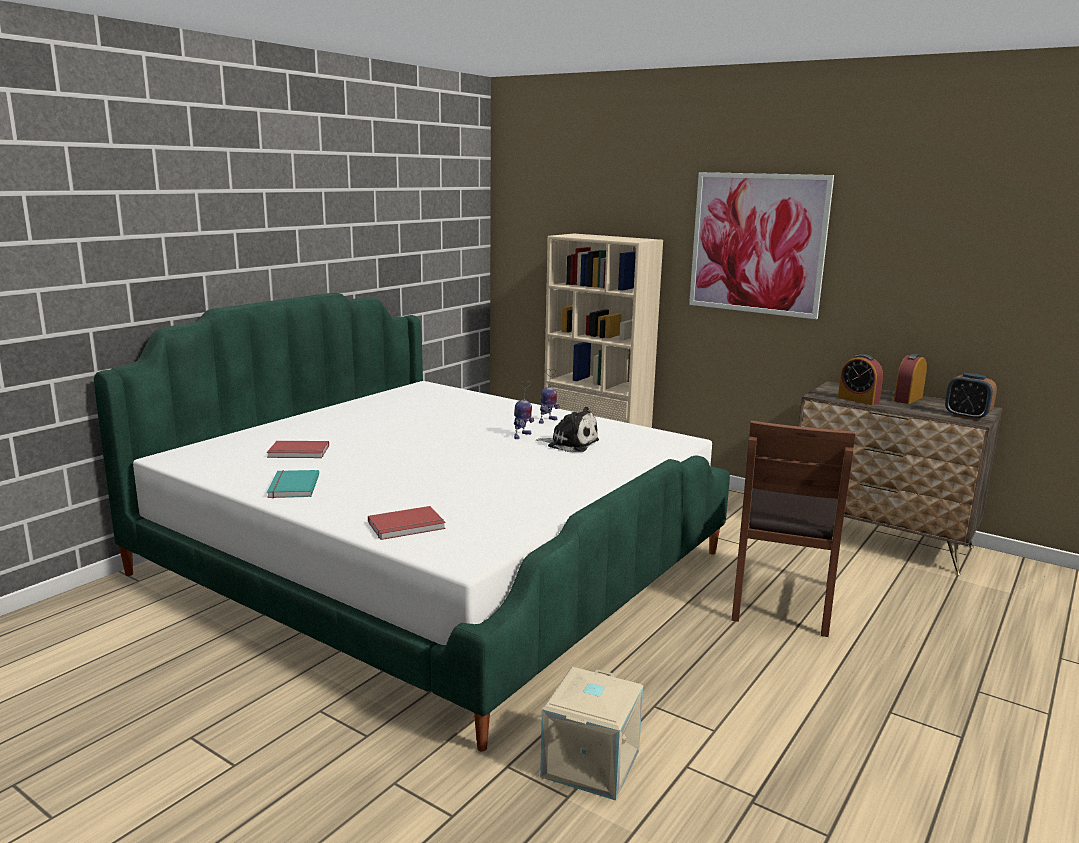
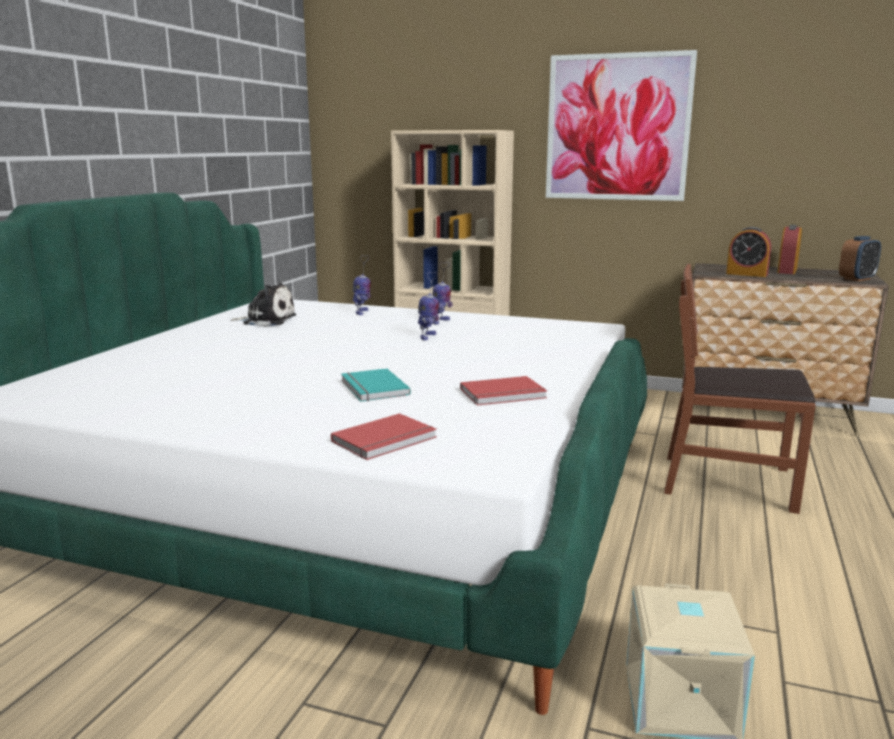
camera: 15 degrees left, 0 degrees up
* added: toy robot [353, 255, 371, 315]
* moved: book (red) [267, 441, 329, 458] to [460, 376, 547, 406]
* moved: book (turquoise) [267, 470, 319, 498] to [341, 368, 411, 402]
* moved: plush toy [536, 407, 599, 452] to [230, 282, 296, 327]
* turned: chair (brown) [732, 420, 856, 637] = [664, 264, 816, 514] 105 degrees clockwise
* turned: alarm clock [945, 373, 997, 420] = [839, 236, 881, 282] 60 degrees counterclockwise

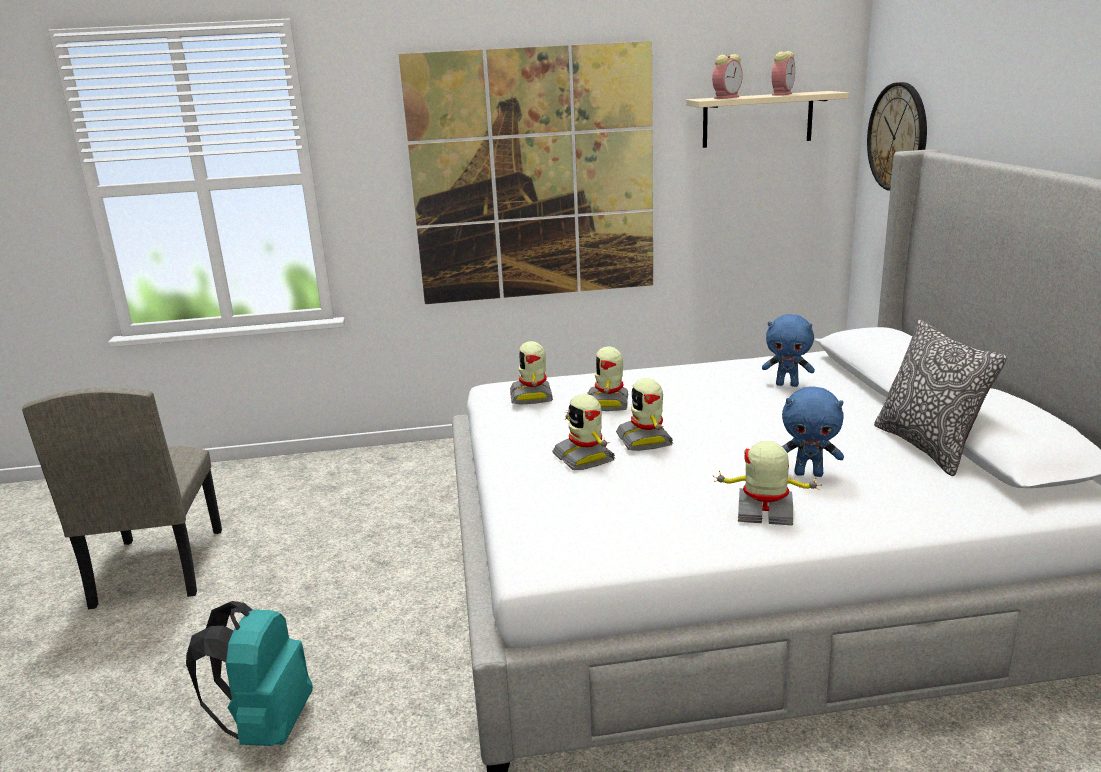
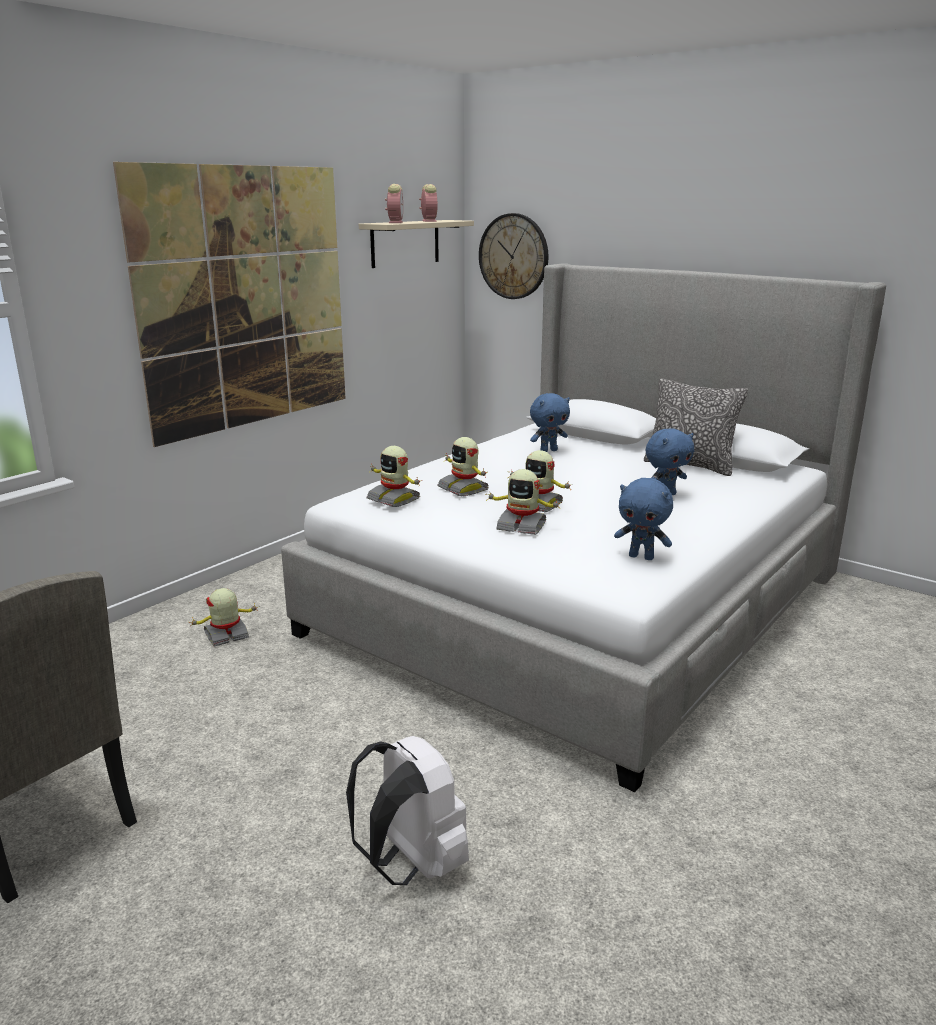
camera: 45 degrees left, 0 degrees up
* added: plush toy (blue) [614, 478, 673, 560]
* moved: toy robot [713, 441, 822, 526] to [189, 588, 258, 647]
* recoloured: backpack (turquoise) [186, 601, 313, 746] to backpack (white) [346, 736, 469, 885]

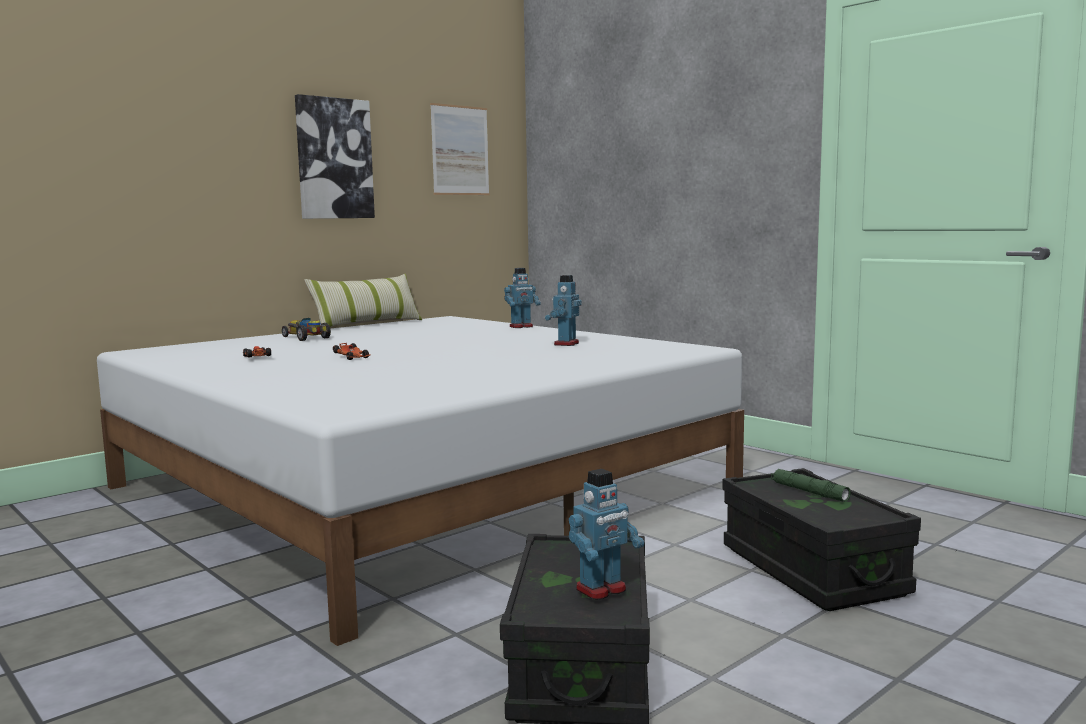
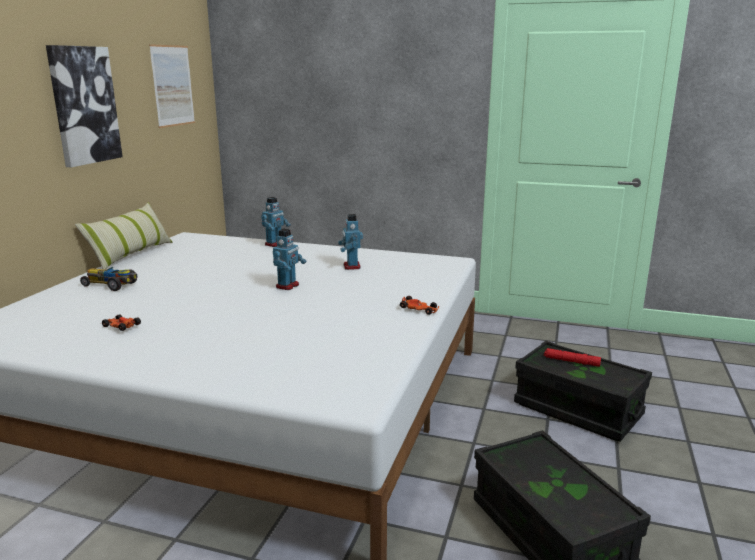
camera: 30 degrees left, 10 degrees up
* moved: toy car [333, 343, 371, 360] to [400, 296, 439, 315]
* moved: toy robot [569, 469, 644, 600] to [273, 229, 306, 290]
* recoloured: flashlight (green) [771, 469, 851, 502] to flashlight (red) [544, 348, 601, 367]

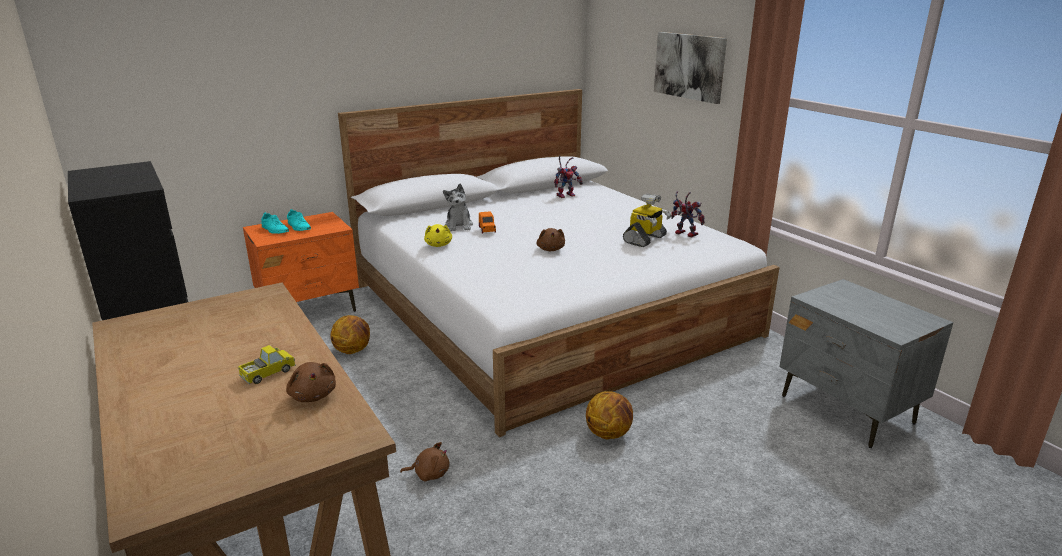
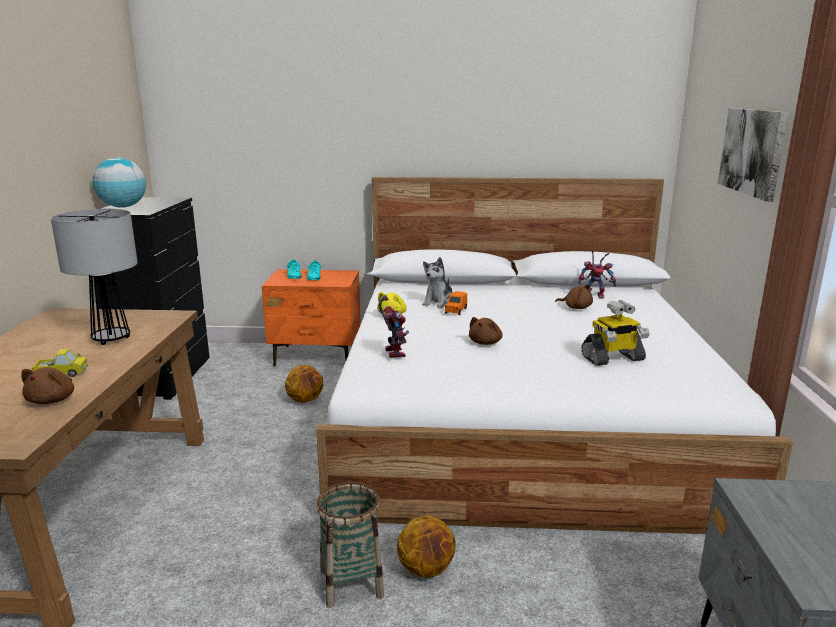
camera: 35 degrees right, 5 degrees down
* added: table lamp [51, 209, 138, 345]
* added: globe [92, 158, 146, 208]
* added: basket [316, 482, 384, 608]
* moved: plush toy (brown) [400, 442, 449, 481] to [555, 284, 593, 309]
* moved: toy robot [671, 191, 705, 238] to [379, 295, 409, 358]

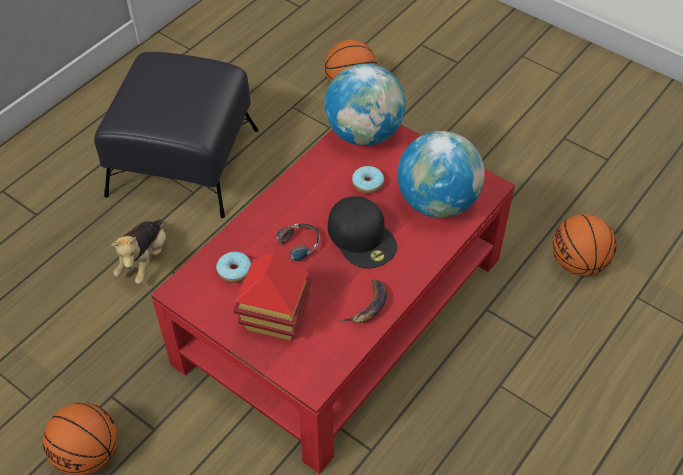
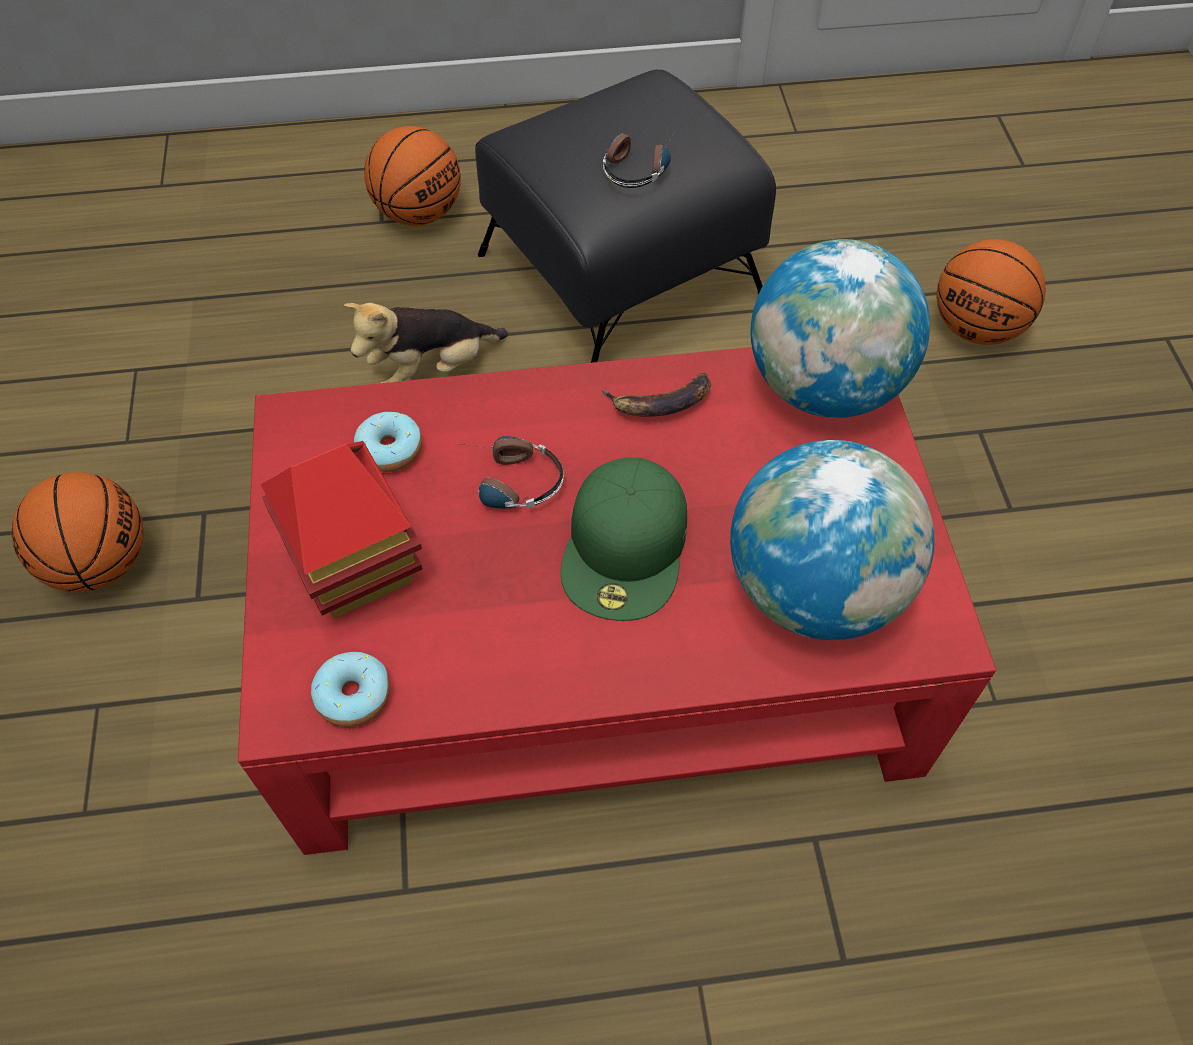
camera: 45 degrees right, 5 degrees up
* added: headphones [603, 133, 672, 188]
* moved: banana [341, 279, 387, 323] to [602, 373, 711, 417]
* moved: donut [352, 166, 384, 194] to [311, 652, 390, 727]
* moved: basketball [553, 214, 617, 276] to [364, 126, 461, 226]
* recoloured: cap (black) [328, 196, 397, 268] to cap (green) [561, 458, 687, 621]

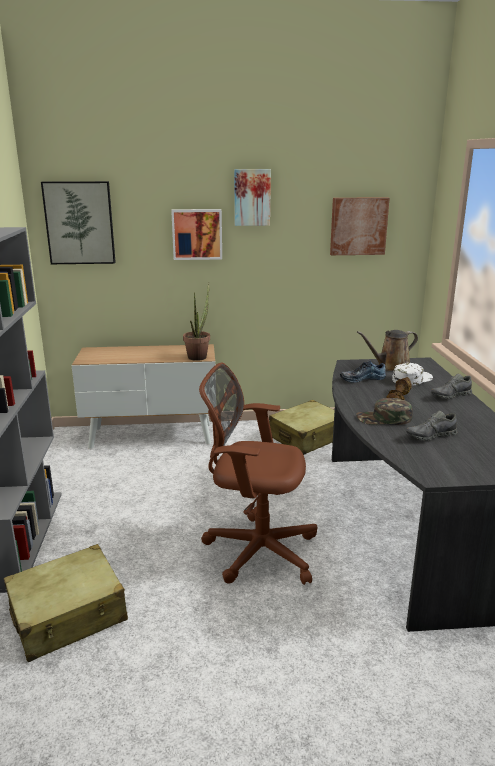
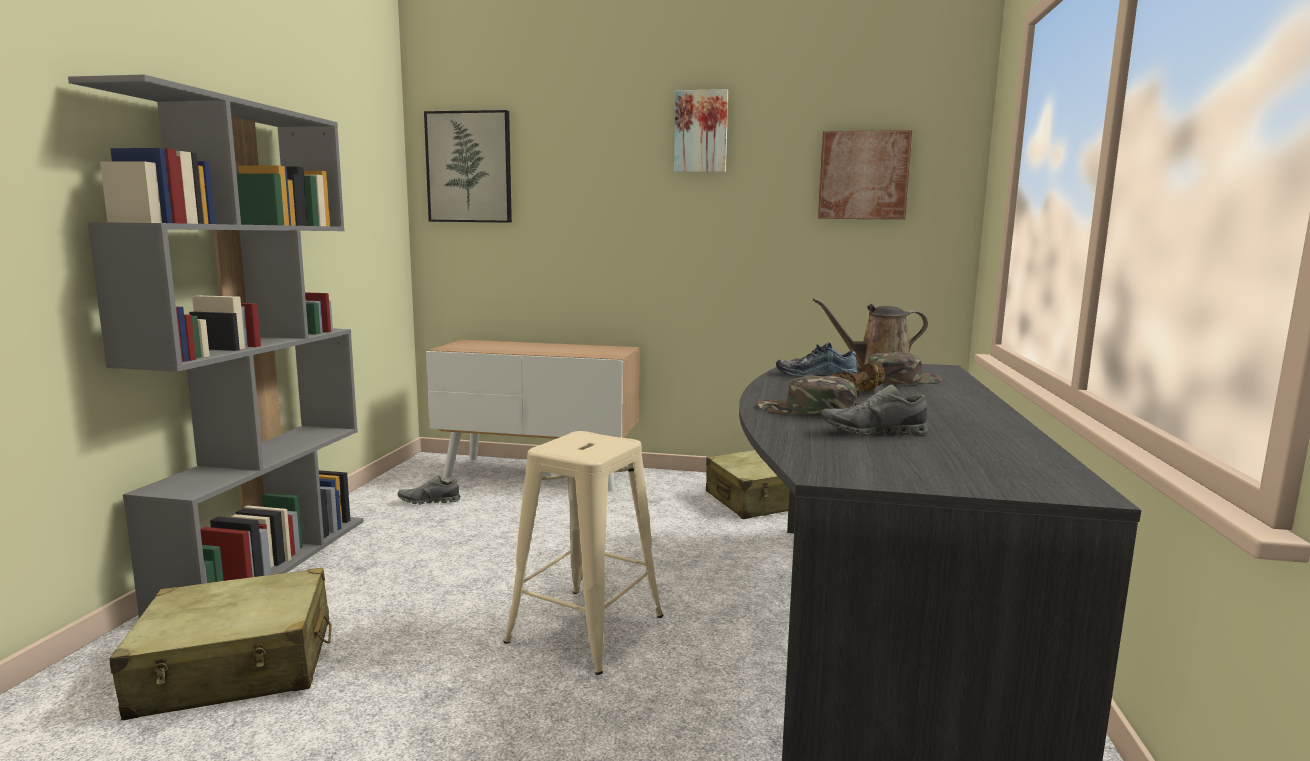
camera: 15 degrees right, 10 degrees down
* removed: picture [171, 209, 222, 260]
* removed: potted plant [183, 283, 210, 361]
* moved: shoe (grey) [431, 374, 472, 399] to [398, 475, 461, 504]
* replaced: office chair (brown) [199, 363, 317, 585] to stool (beige) [503, 431, 663, 675]
* recoloured: cap (white) [392, 363, 433, 385] to cap (green) [867, 352, 942, 385]

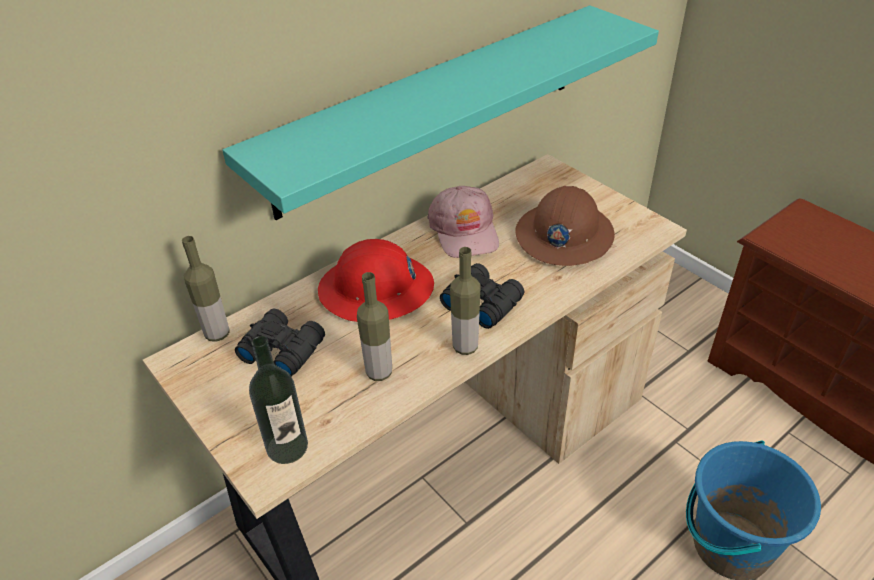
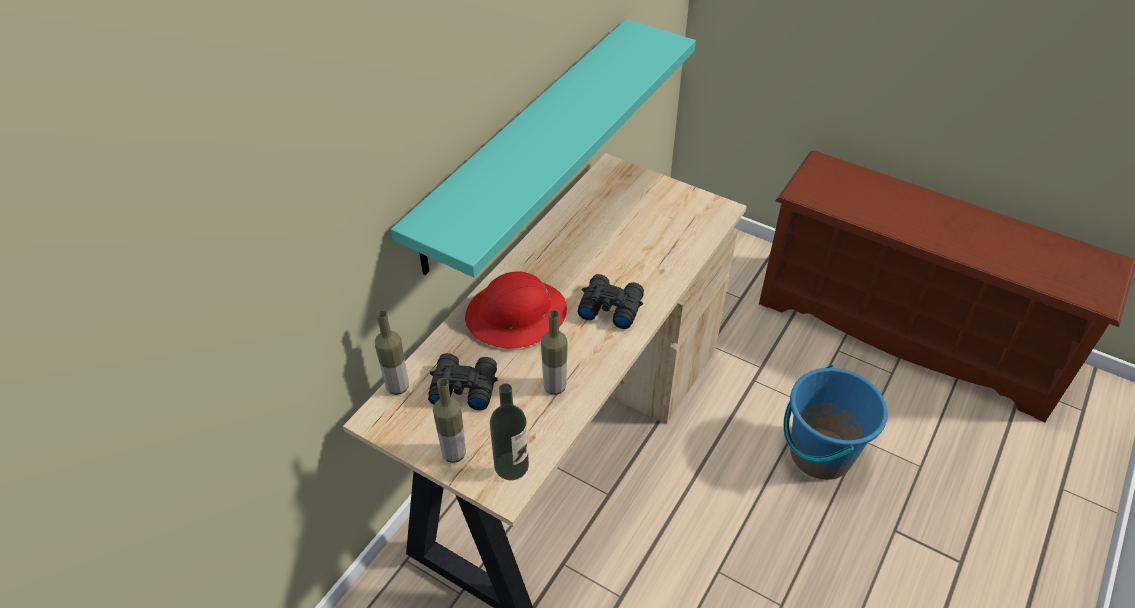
camera: 20 degrees left, 5 degrees up
* removed: cap (pink) [427, 186, 499, 258]
* removed: hard hat (brown) [516, 186, 615, 266]
* moved: bottle [450, 247, 481, 355] to [433, 378, 466, 463]

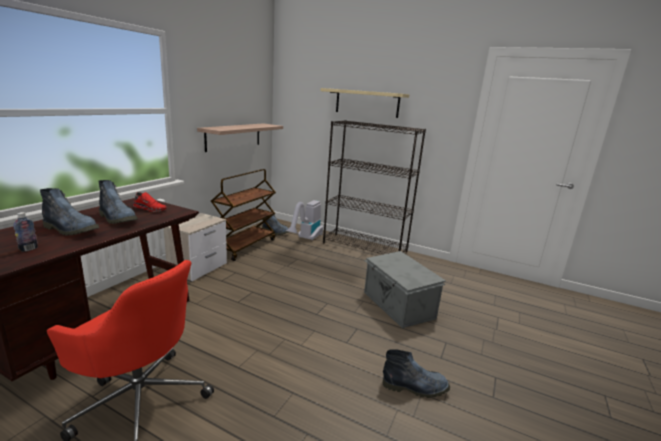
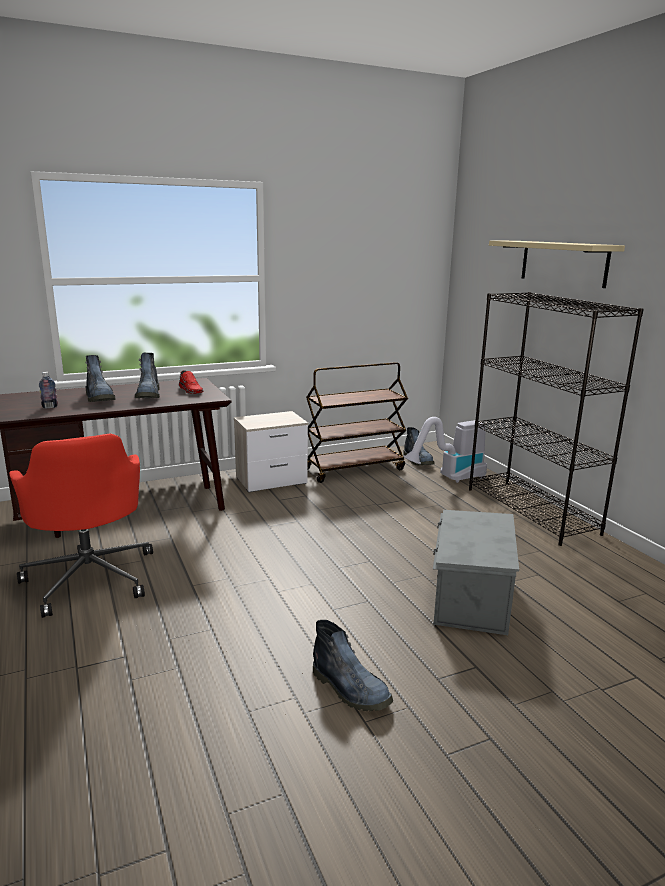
camera: 40 degrees right, 0 degrees up
* removed: shelf [197, 123, 283, 152]

